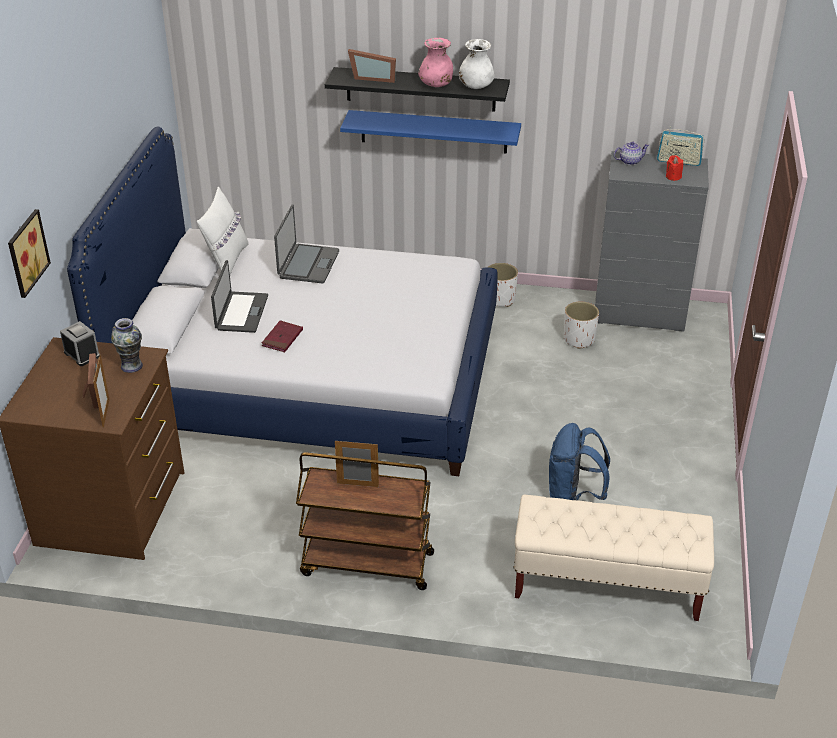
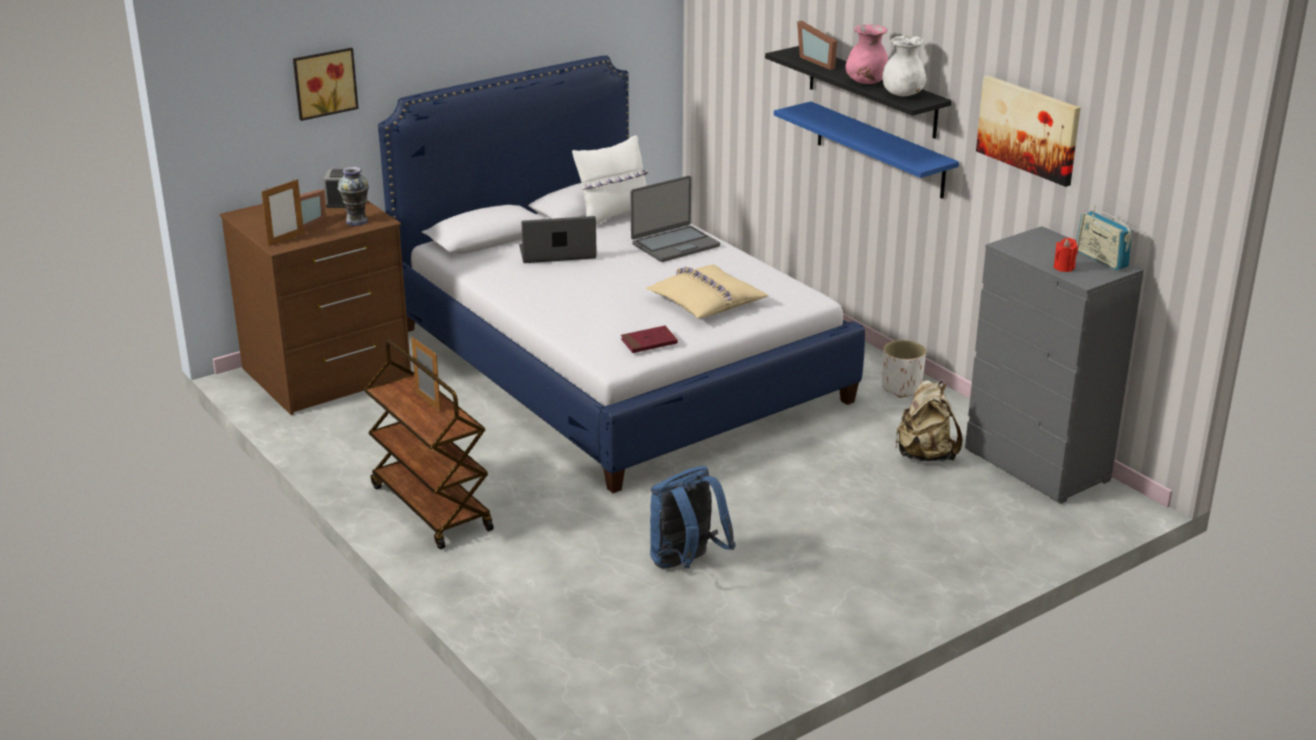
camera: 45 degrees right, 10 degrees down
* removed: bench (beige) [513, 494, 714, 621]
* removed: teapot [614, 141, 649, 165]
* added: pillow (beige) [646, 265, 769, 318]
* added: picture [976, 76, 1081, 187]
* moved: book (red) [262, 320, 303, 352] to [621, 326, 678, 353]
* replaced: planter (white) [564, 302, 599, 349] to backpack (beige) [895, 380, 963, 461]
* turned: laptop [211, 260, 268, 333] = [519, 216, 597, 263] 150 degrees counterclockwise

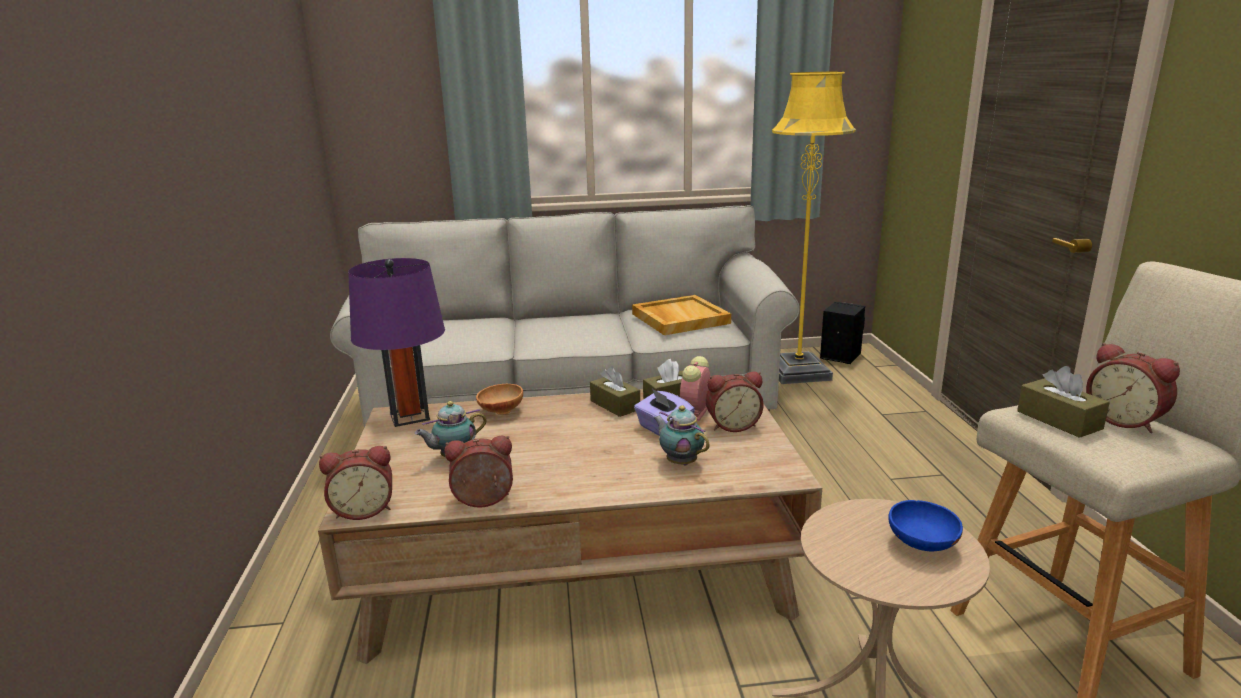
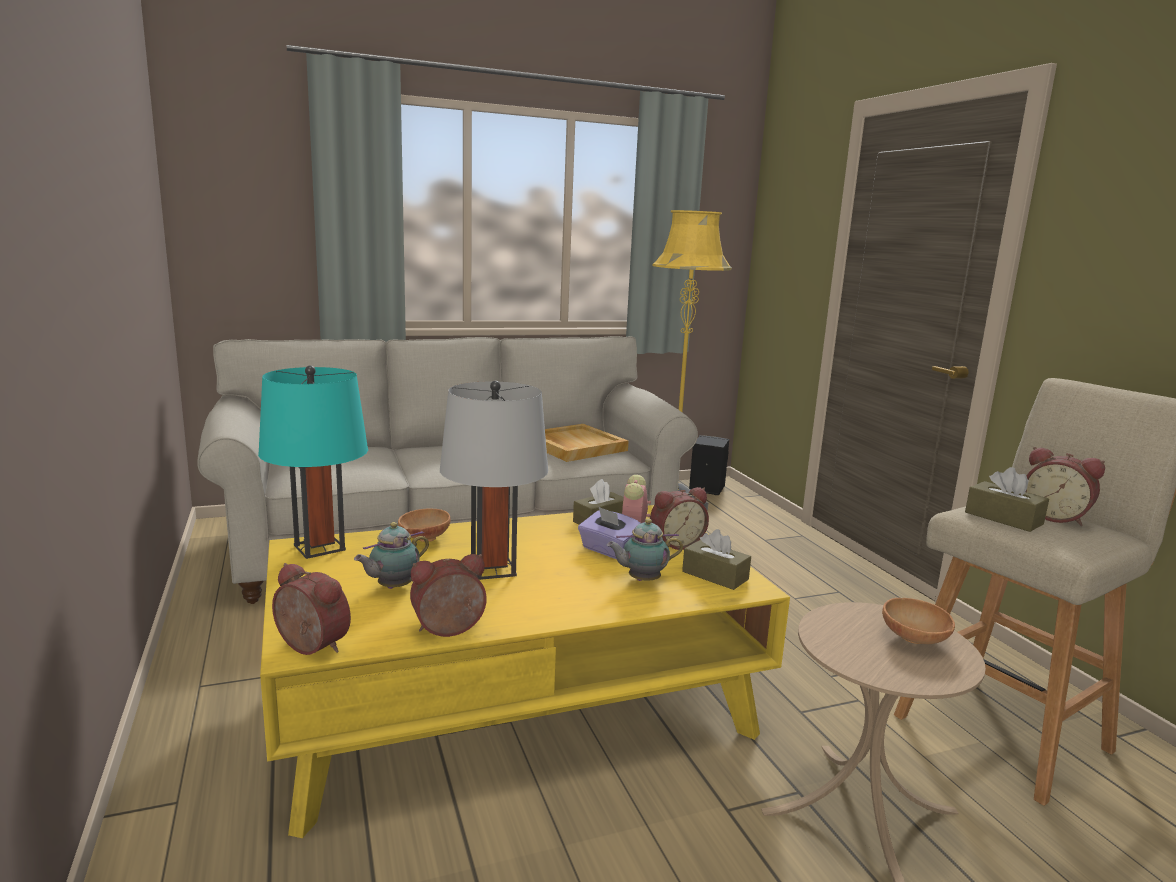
camera: 15 degrees left, 5 degrees down
* added: table lamp (grey) [440, 381, 548, 580]
* moved: tissue box (brown) [590, 367, 640, 417] to [682, 529, 751, 590]
* recoloured: coffee table (brown) [318, 389, 822, 664] to coffee table (yellow) [260, 505, 790, 838]
* recoloured: table lamp (purple) [348, 258, 445, 427] to table lamp (turquoise) [258, 365, 368, 559]
* recoloured: bowl (blue) [888, 500, 963, 552] to bowl (brown) [882, 598, 955, 644]
* turned: alarm clock [319, 446, 392, 520] = [272, 563, 351, 655] 120 degrees counterclockwise
* turned: teapot [654, 406, 710, 465] = [607, 519, 683, 581] 45 degrees counterclockwise

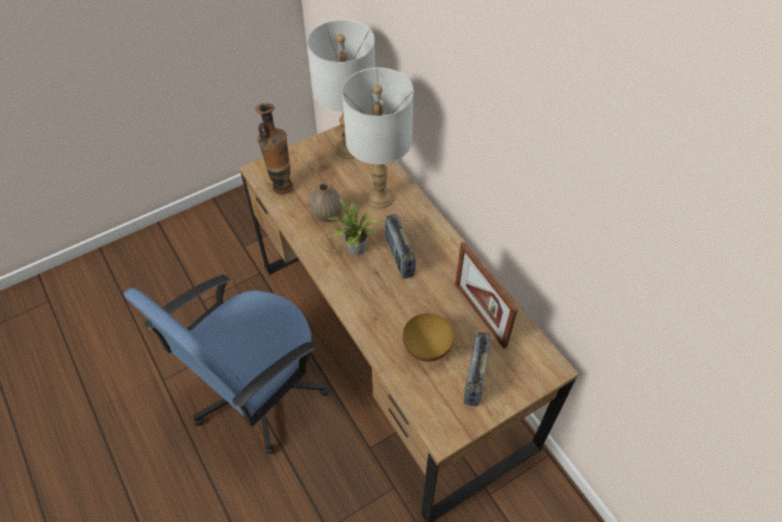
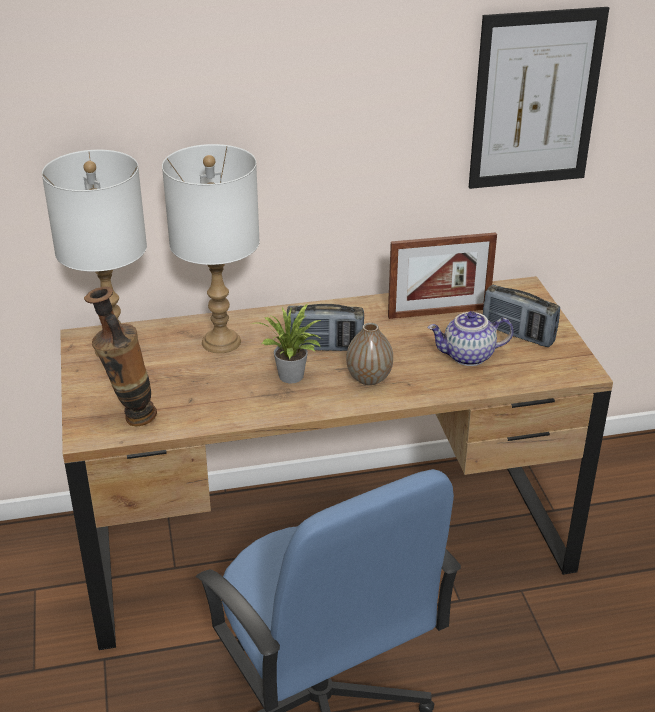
camera: 70 degrees left, 20 degrees down
* added: picture [469, 7, 609, 189]
* moved: vase [309, 183, 342, 222] to [346, 323, 393, 385]
* replaced: bowl [403, 314, 454, 362] to teapot [428, 311, 513, 366]

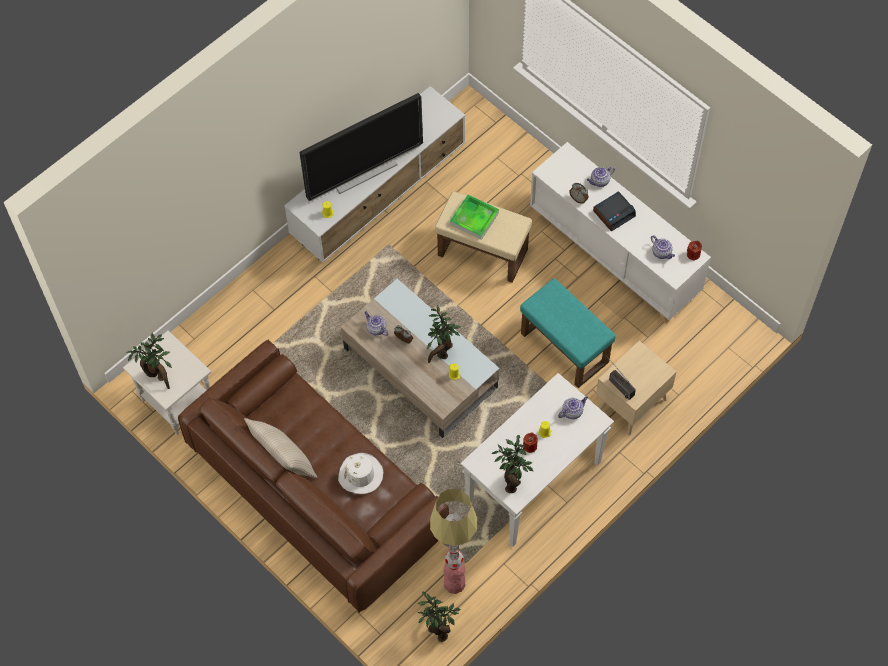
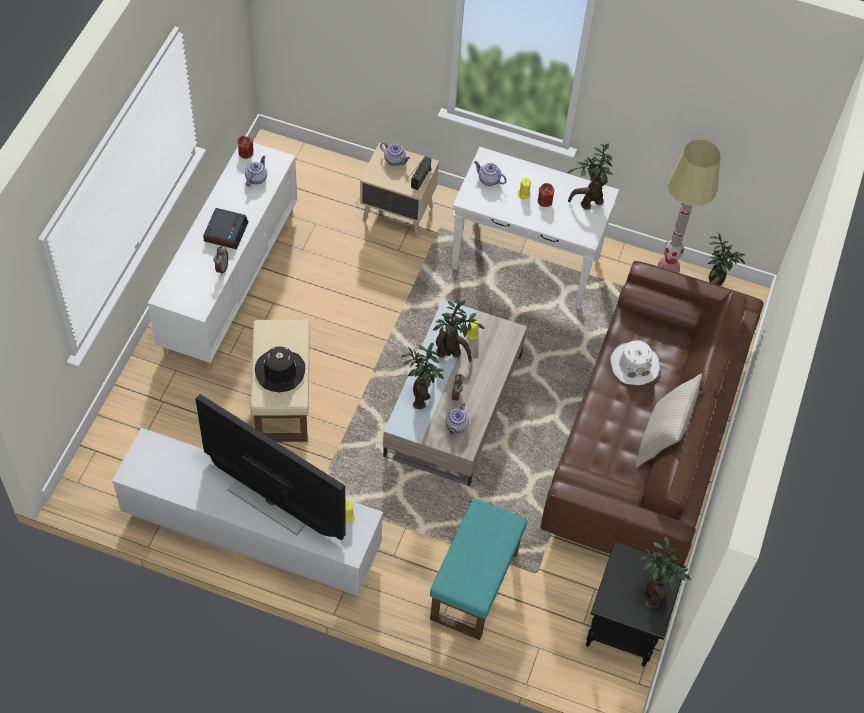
camera: 120 degrees left, 5 degrees down
* added: potted plant [401, 343, 444, 409]
* moved: ottoman (turquoise) [520, 278, 616, 388] to [430, 498, 527, 640]
* moved: teapot [587, 167, 615, 187] to [380, 142, 410, 166]
* replaced: tray [450, 194, 499, 240] to hat (black) [255, 346, 305, 393]
* recoloured: side table (white) [123, 330, 212, 435] to side table (black) [586, 542, 686, 667]
* turned: alarm clock [593, 191, 636, 231] = [203, 208, 248, 249] 75 degrees clockwise

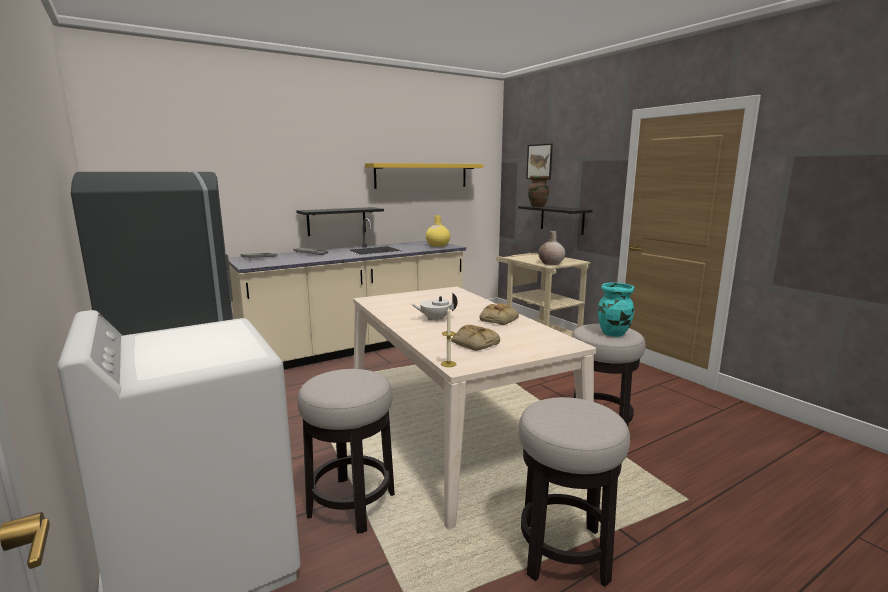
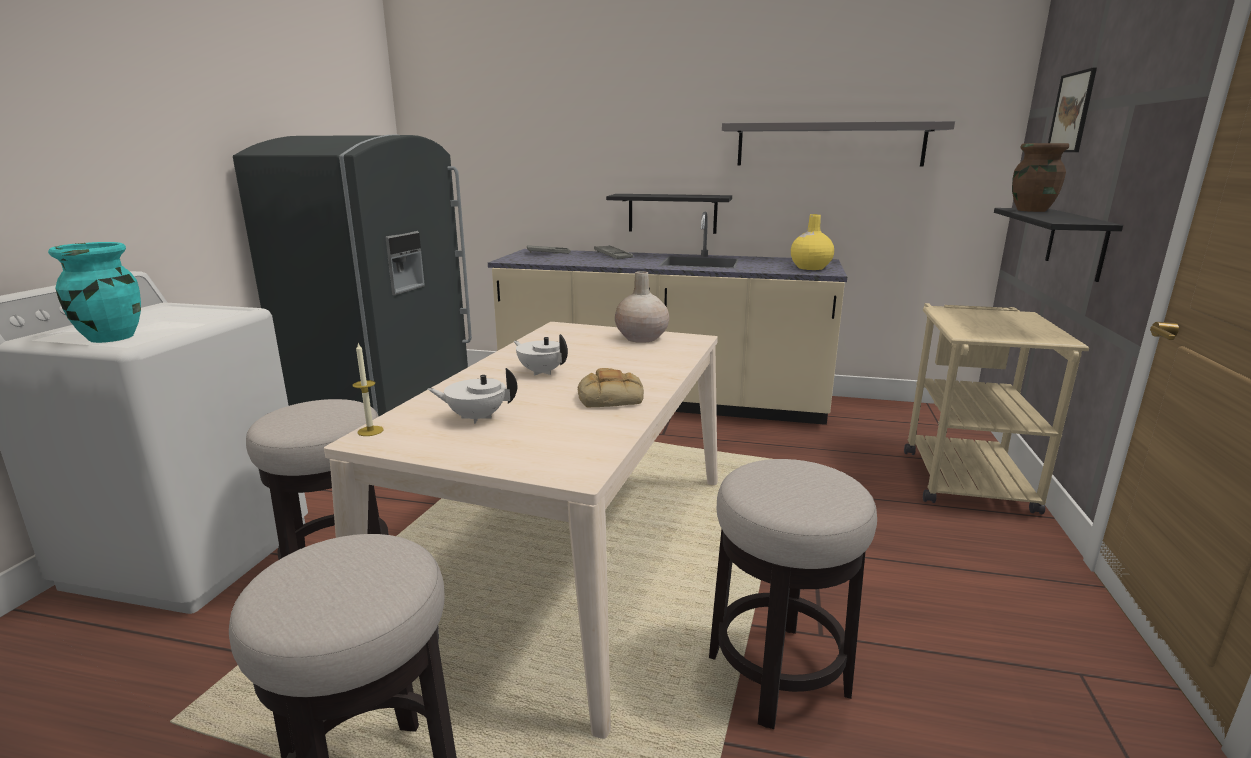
camera: 45 degrees right, 5 degrees up
* moved: vase (beige) [538, 231, 565, 265] to [615, 271, 669, 343]
* moved: vase (turquoise) [598, 283, 635, 337] to [48, 242, 141, 343]
* replaced: bread [451, 325, 500, 351] to teapot (white) [428, 368, 517, 424]
* recoloured: shelf (yellow) [365, 163, 483, 189] to shelf (grey) [722, 121, 955, 166]

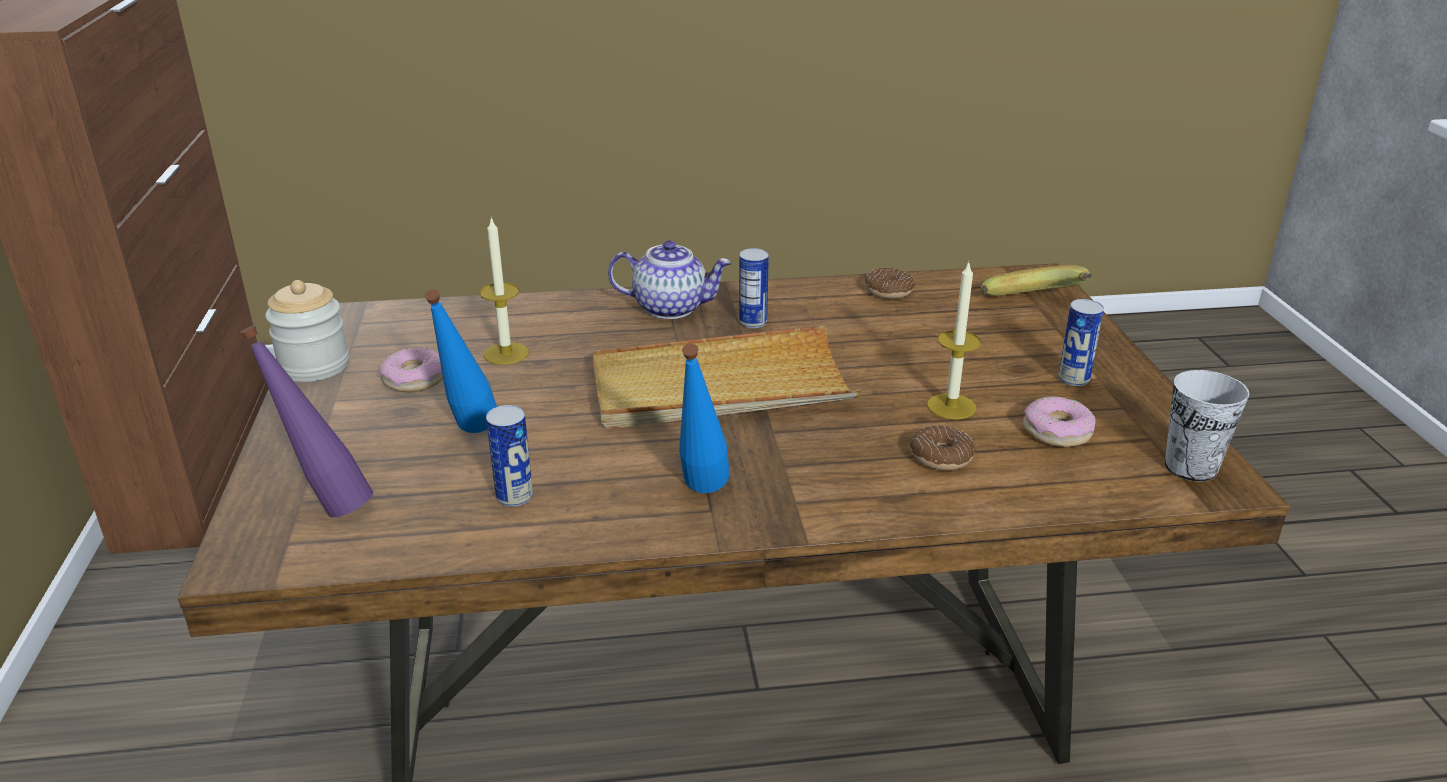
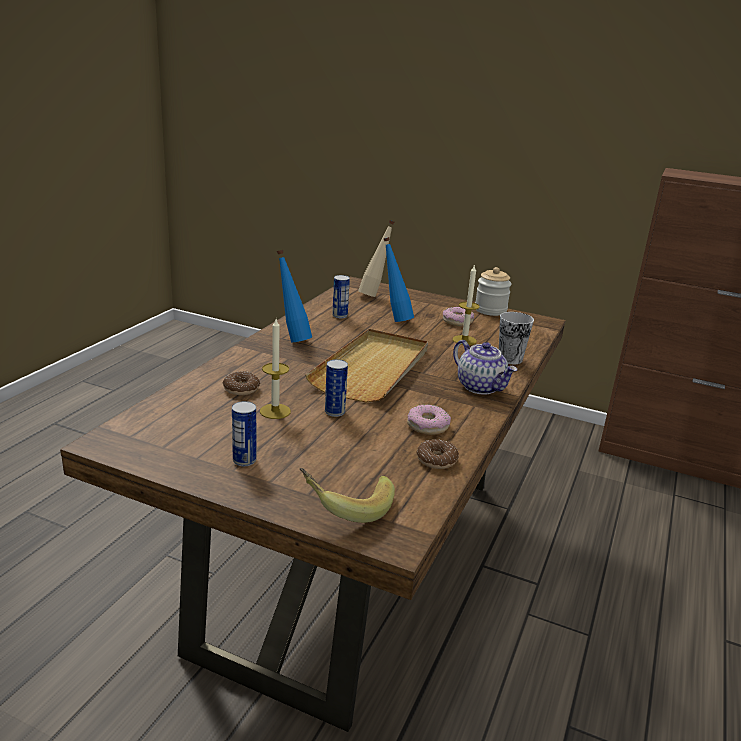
camera: 120 degrees right, 5 degrees down
* moved: can [739, 248, 769, 328] to [325, 359, 348, 417]
* moved: donut [1023, 396, 1096, 447] to [407, 404, 451, 435]
* moved: cup [1165, 370, 1249, 482] to [499, 312, 534, 364]
* recoloured: bottle (purple) [240, 325, 373, 518] to bottle (beige) [358, 220, 394, 297]
* turned: teapot [608, 240, 732, 319] = [453, 340, 517, 395] 75 degrees counterclockwise

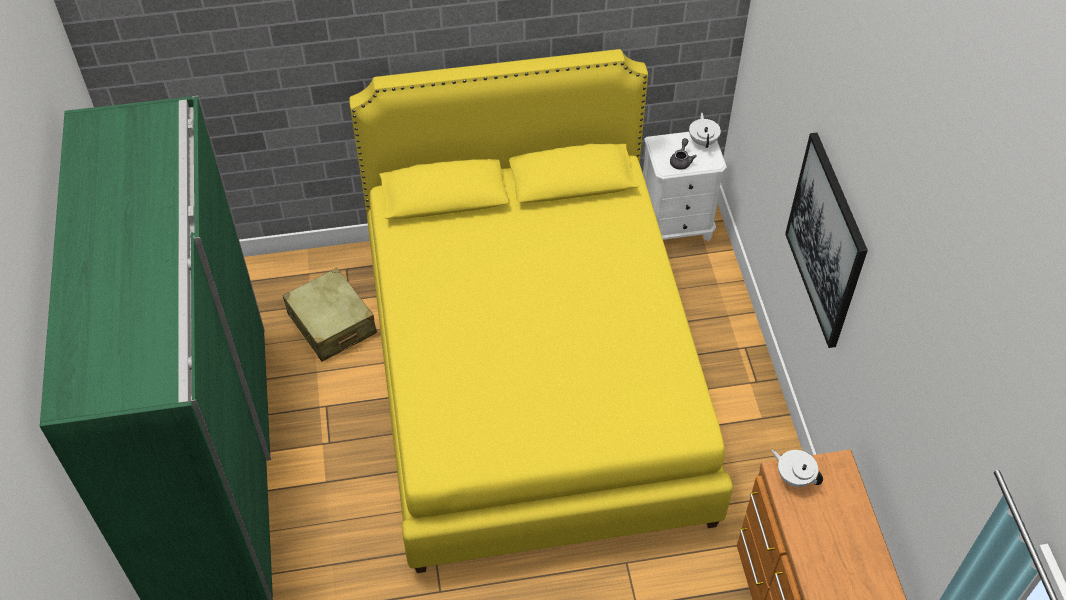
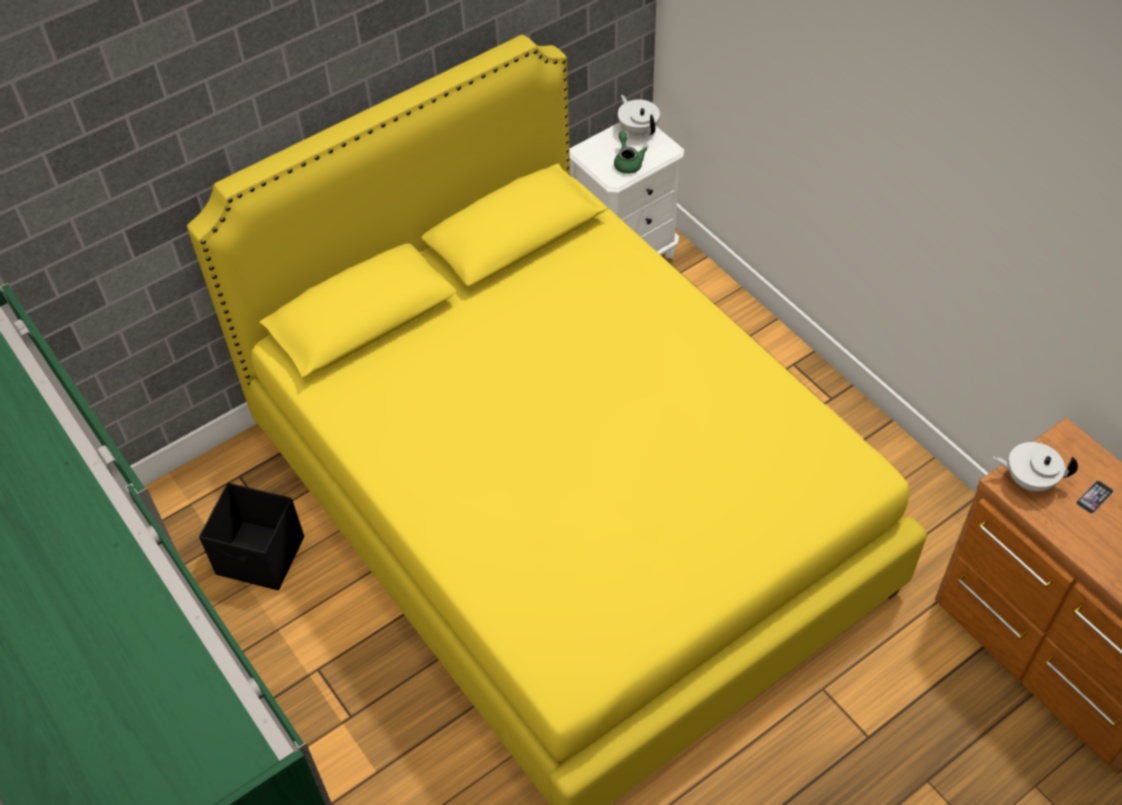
camera: 25 degrees left, 0 degrees up
* removed: picture [785, 132, 868, 348]
* added: phone [1076, 480, 1114, 514]
* replaced: suitcase (beige) [282, 268, 377, 361] to storage box (black) [199, 482, 304, 591]
* recoloured: teapot (grey) [670, 138, 697, 170] to teapot (green) [614, 132, 647, 174]

